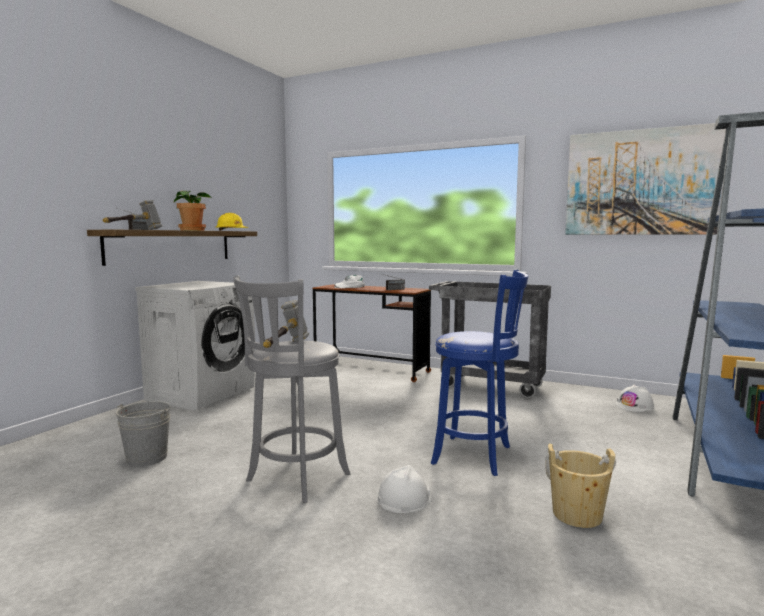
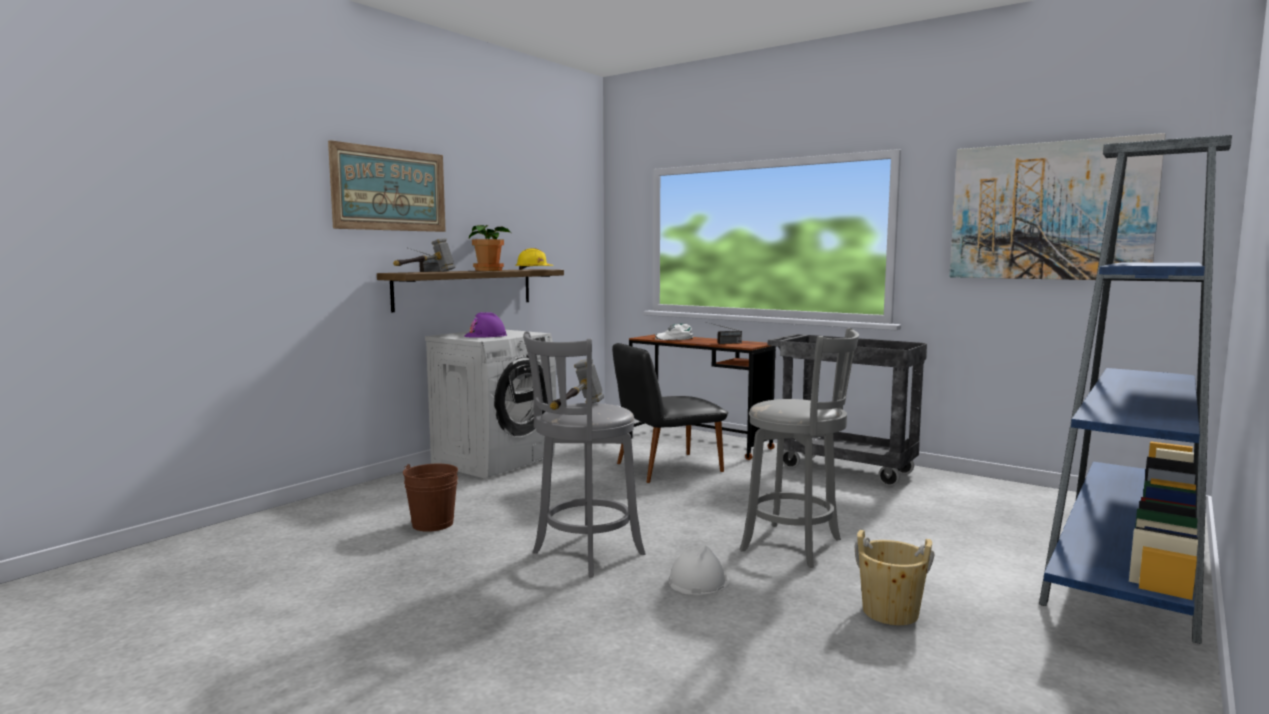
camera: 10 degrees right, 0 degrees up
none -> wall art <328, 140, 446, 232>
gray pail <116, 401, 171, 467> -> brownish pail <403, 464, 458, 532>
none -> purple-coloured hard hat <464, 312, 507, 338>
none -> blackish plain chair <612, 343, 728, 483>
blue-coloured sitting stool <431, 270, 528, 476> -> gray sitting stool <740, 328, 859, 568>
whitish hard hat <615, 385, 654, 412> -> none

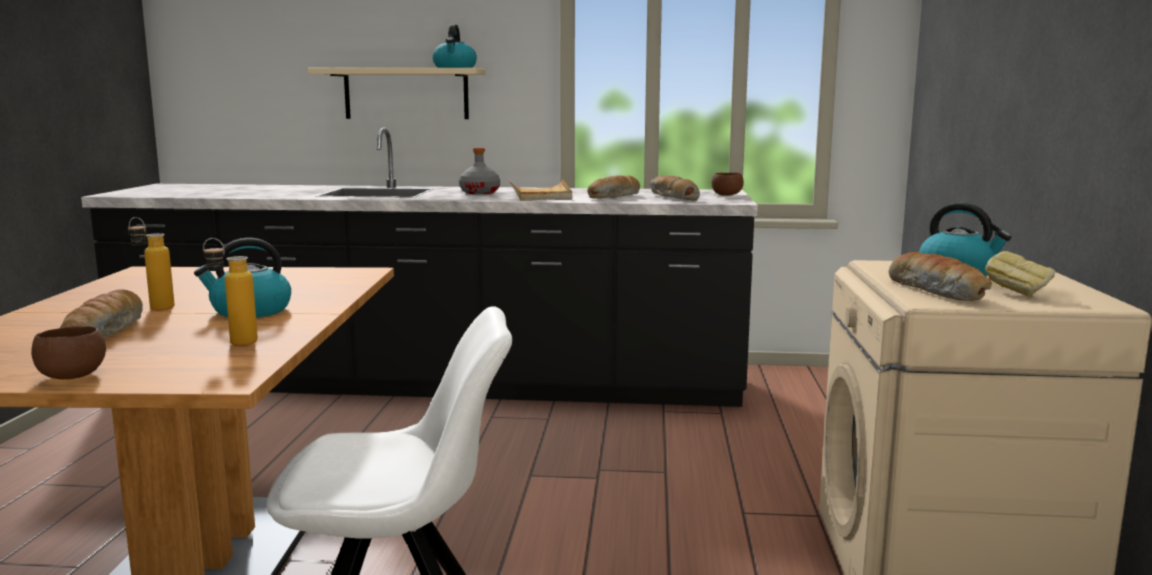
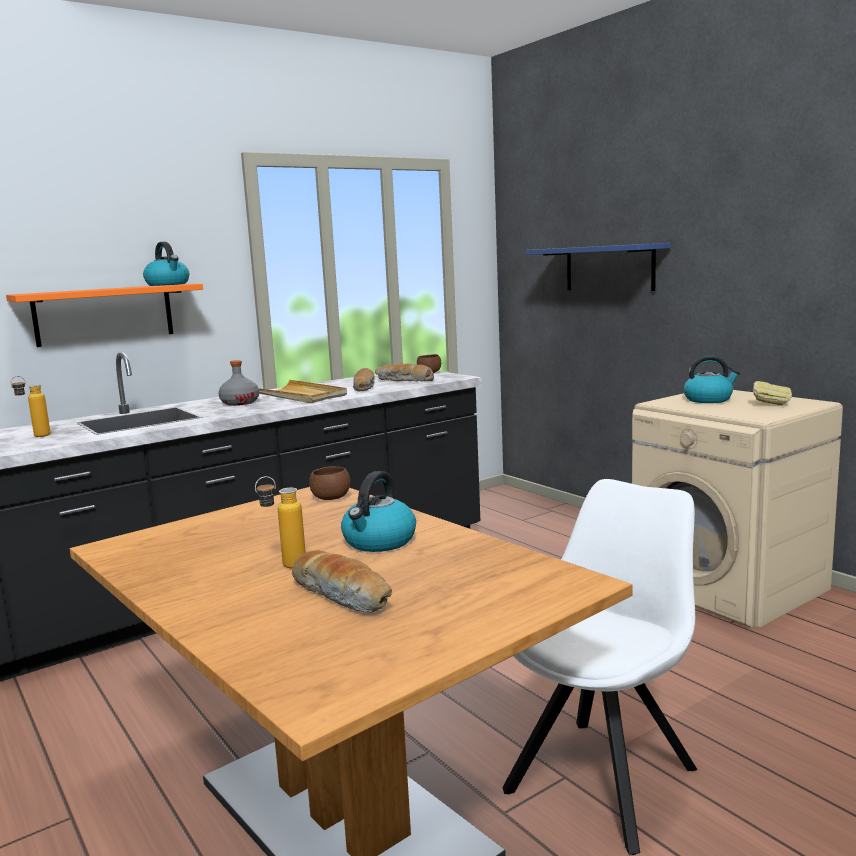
camera: 40 degrees left, 0 degrees up
beige-coloured wall shelf <308, 68, 486, 119> -> orange wall shelf <6, 284, 203, 347>
drink bottle <203, 238, 258, 346> -> drink bottle <10, 376, 51, 437>, relocated
brownish deep dish <31, 326, 106, 379> -> brownish deep dish <309, 466, 350, 500>, relocated
none -> blue-coloured wall shelf <526, 243, 670, 291>
bread <888, 252, 992, 301> -> none

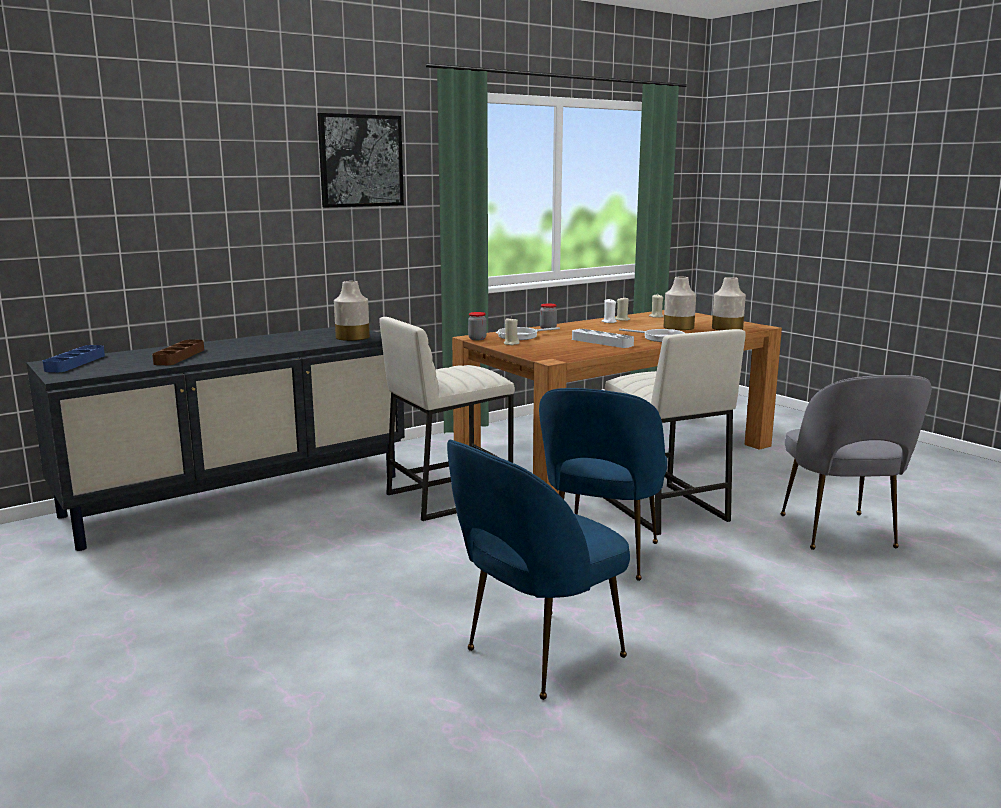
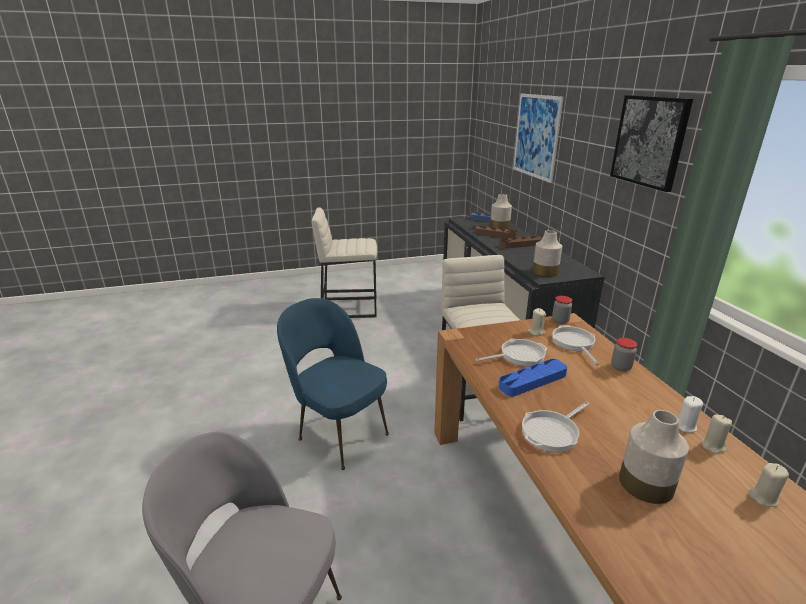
camera: 110 degrees right, 10 degrees up
beige-coloured sitting stool <604, 329, 746, 535> -> beige-coloured sitting stool <312, 207, 377, 318>, relocated
none -> skillet <475, 339, 547, 366>
beige-coloured vase <712, 277, 746, 330> -> beige-coloured vase <490, 194, 512, 229>, relocated
none -> brownish serving tray <499, 236, 542, 249>
gray serving tray <572, 329, 634, 348> -> blue-coloured serving tray <499, 359, 567, 397>
none -> wall art <513, 94, 564, 183>
blue-coloured plain chair <447, 440, 630, 700> -> none

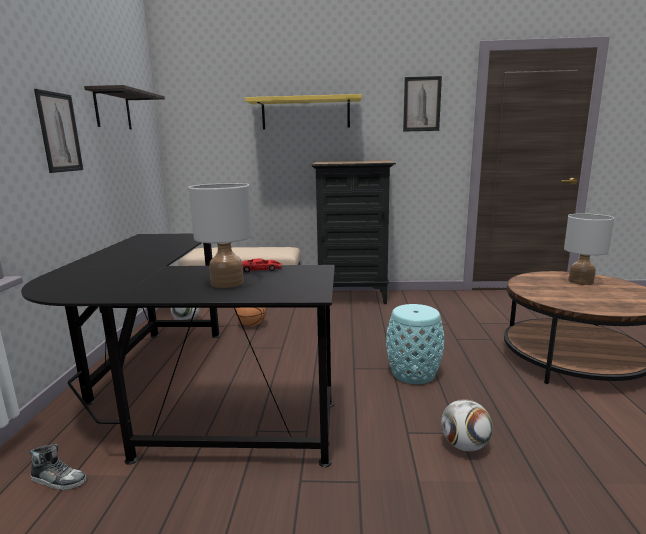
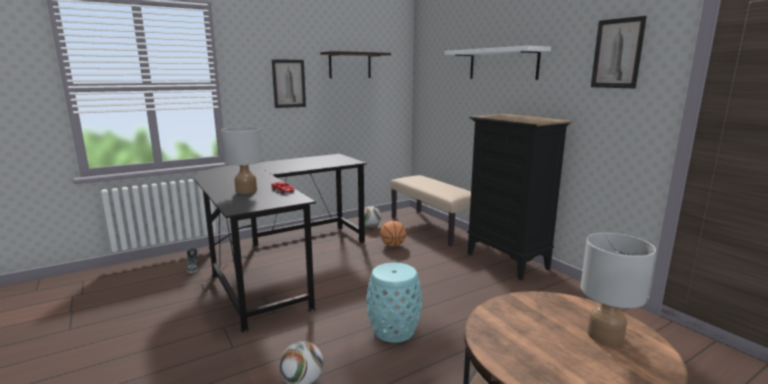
camera: 55 degrees right, 0 degrees up
yellow wall shelf <245, 94, 362, 129> -> whitish wall shelf <444, 46, 551, 80>

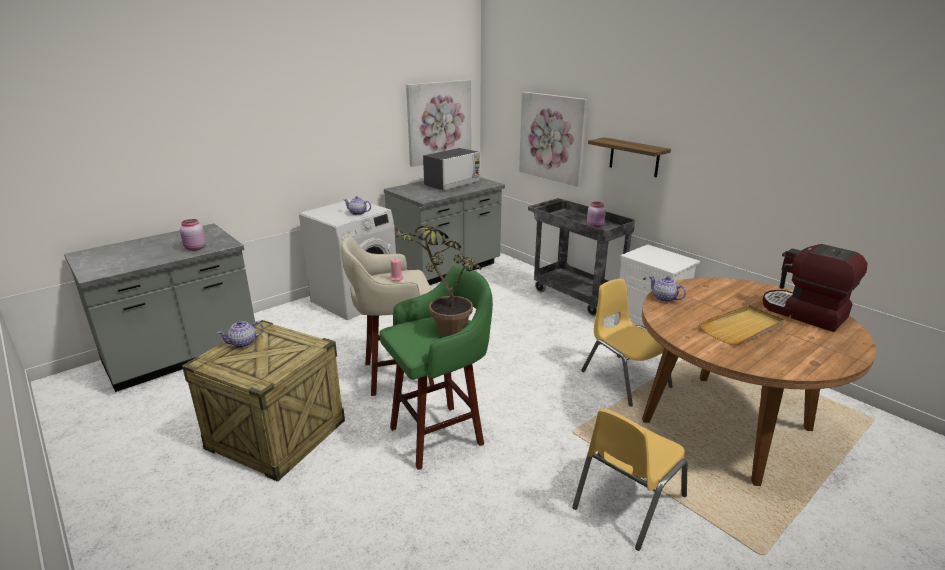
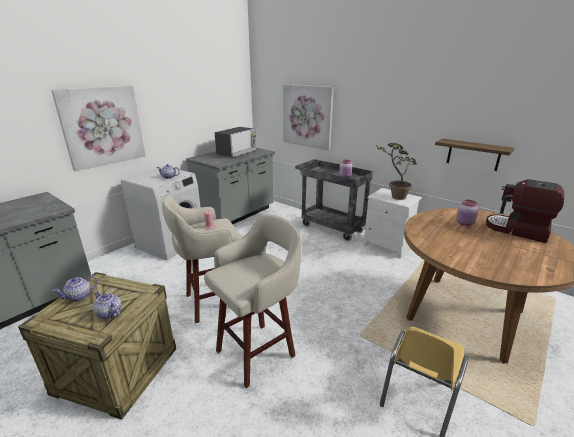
camera: 10 degrees left, 0 degrees up
wall art <406, 80, 471, 167> -> wall art <51, 86, 146, 171>, relocated
teapot <649, 276, 686, 302> -> teapot <93, 291, 121, 319>, relocated
greenish sitting stool <379, 266, 493, 470> -> beige-coloured sitting stool <204, 214, 302, 388>
potted plant <393, 223, 482, 336> -> potted plant <375, 143, 417, 200>, relocated
wall shelf <588, 137, 671, 177> -> wall shelf <435, 139, 514, 171>, relocated
pink preserve jar <180, 219, 206, 251> -> pink preserve jar <456, 200, 479, 226>, relocated
yellow plain chair <581, 279, 673, 407> -> none
beige-coloured serving tray <699, 305, 784, 345> -> none

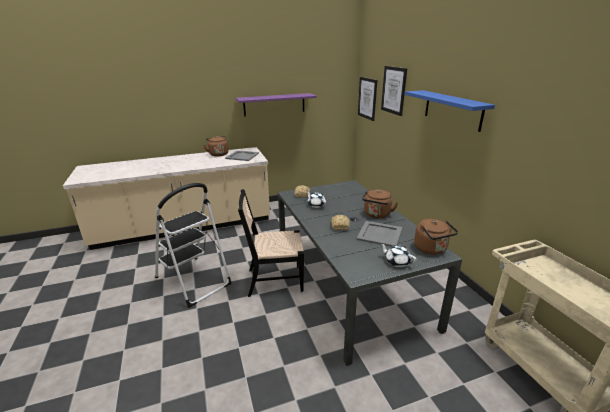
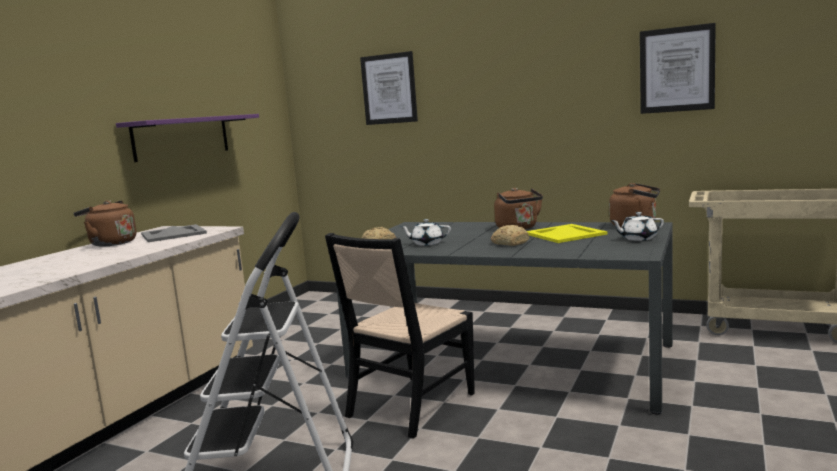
camera: 45 degrees left, 15 degrees down
gray serving tray <356, 221, 402, 247> -> yellow serving tray <527, 224, 607, 243>
wall art <358, 77, 377, 121> -> wall art <640, 23, 716, 114>, relocated
blue-coloured wall shelf <405, 90, 495, 132> -> none

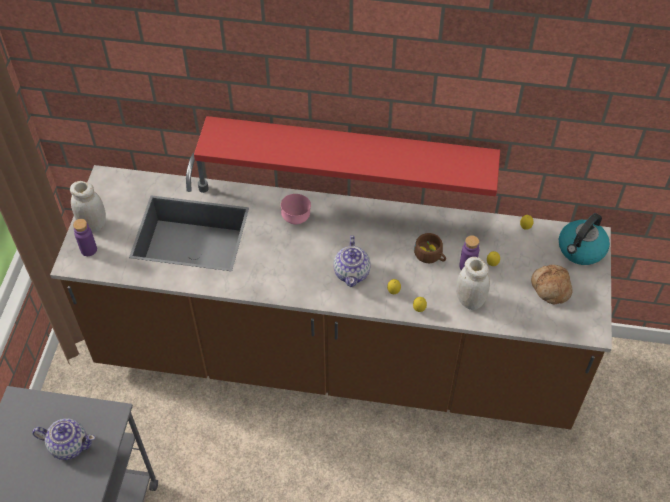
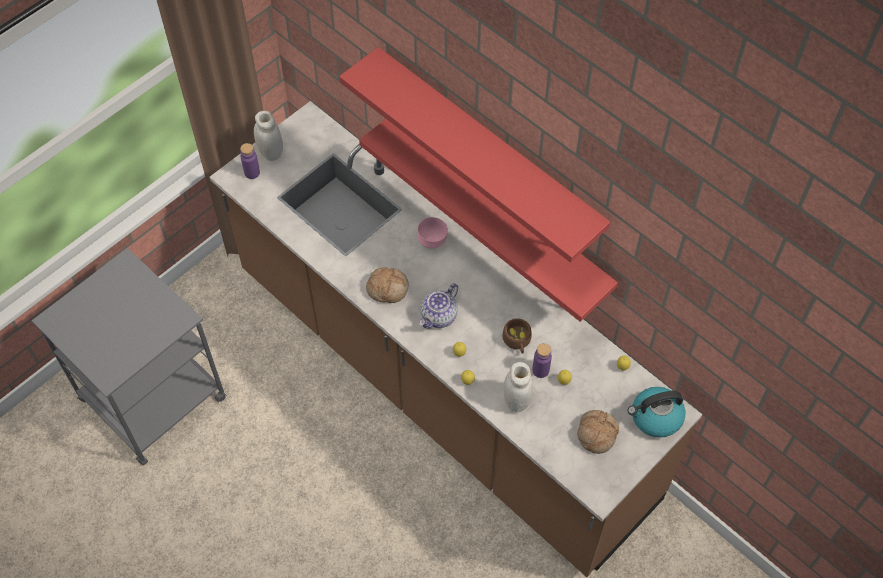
camera: 35 degrees right, 5 degrees up
none -> red wall shelf <339, 47, 610, 263>
none -> bread <366, 267, 408, 303>
teapot <32, 418, 95, 460> -> none

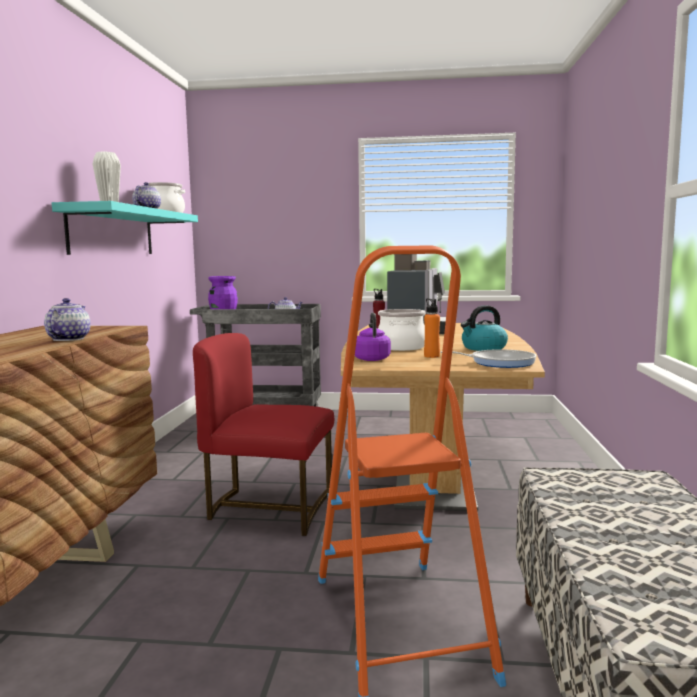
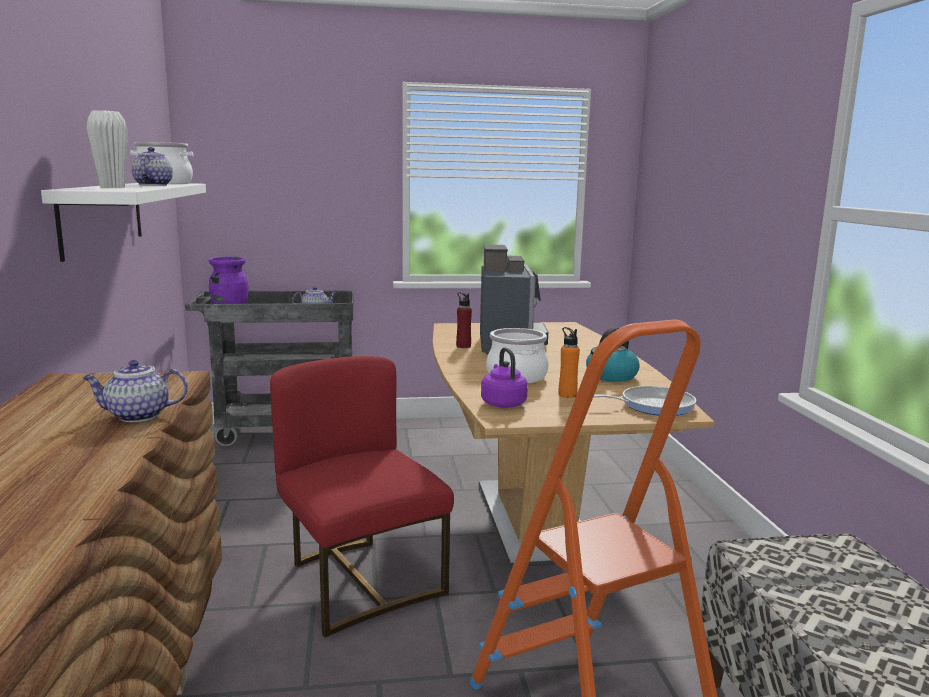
camera: 15 degrees left, 5 degrees up
blue-green wall shelf <52, 201, 198, 255> -> whitish wall shelf <41, 183, 206, 262>
teapot <44, 298, 91, 341> -> teapot <82, 360, 188, 422>, 90 degrees counterclockwise
red plain chair <193, 333, 334, 536> -> red plain chair <270, 356, 454, 638>, 60 degrees clockwise

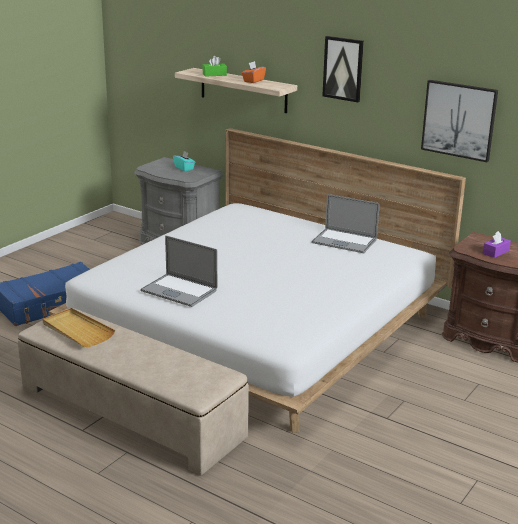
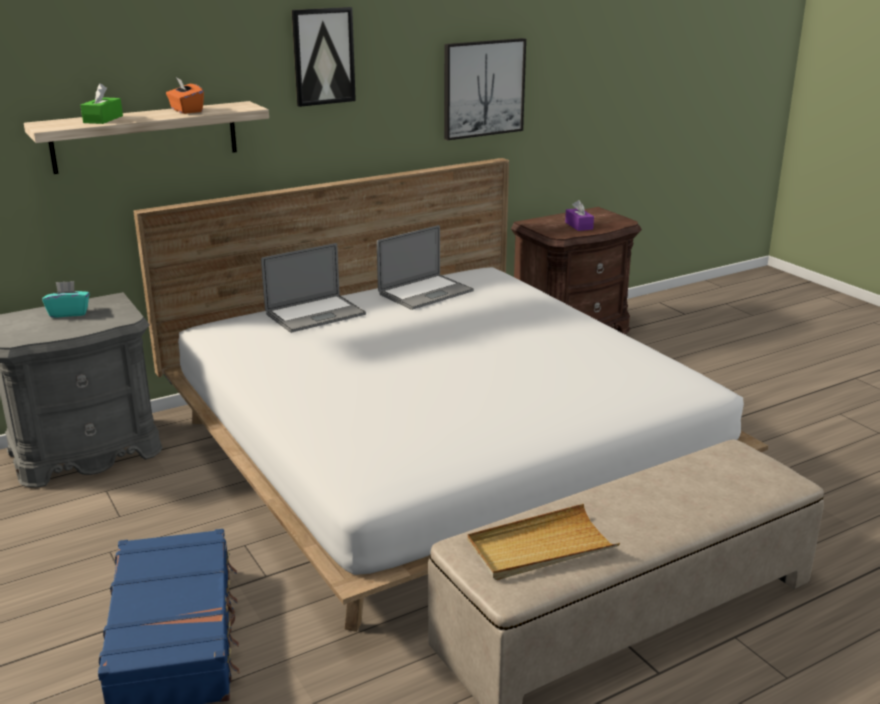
camera: 65 degrees left, 0 degrees up
portable computer <140, 236, 218, 307> -> portable computer <261, 243, 366, 333>, relocated

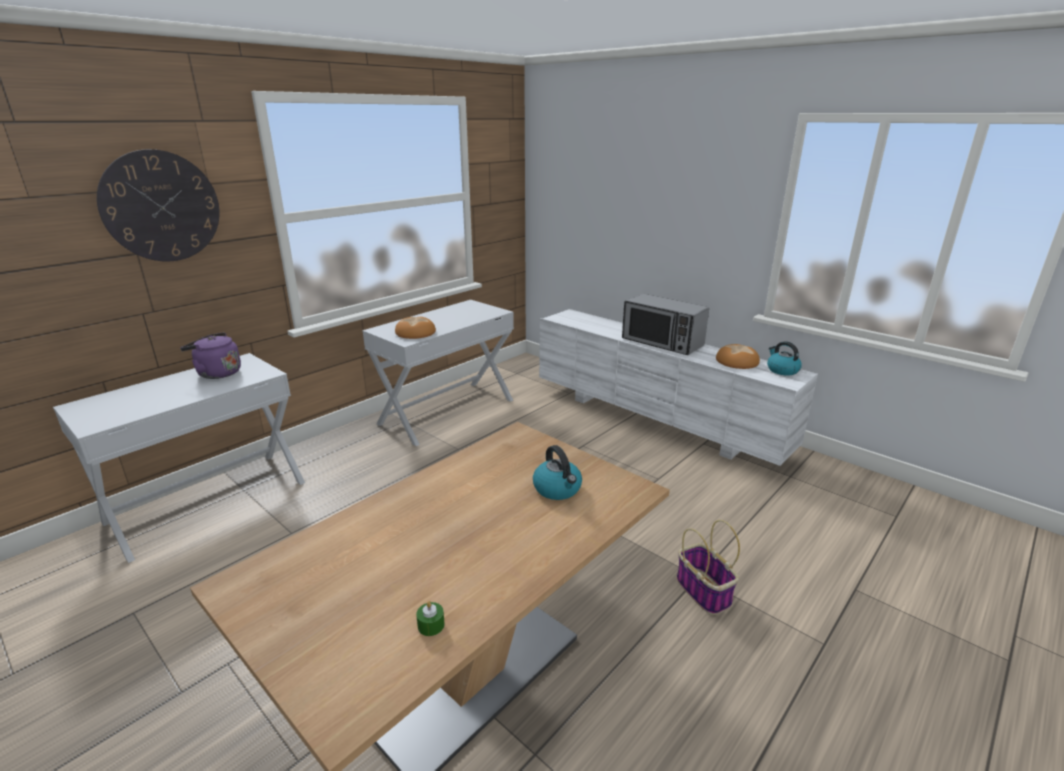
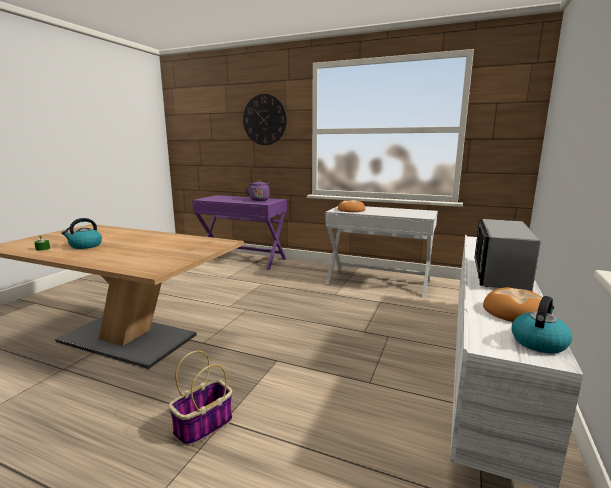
camera: 70 degrees right, 10 degrees down
kettle <533, 445, 582, 500> -> kettle <61, 218, 102, 249>, relocated
whitish narrow table <53, 353, 305, 563> -> purple-coloured narrow table <192, 195, 287, 270>

